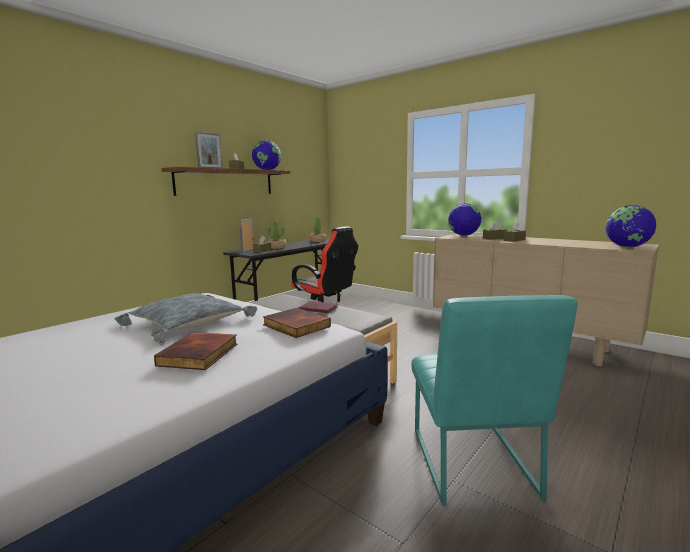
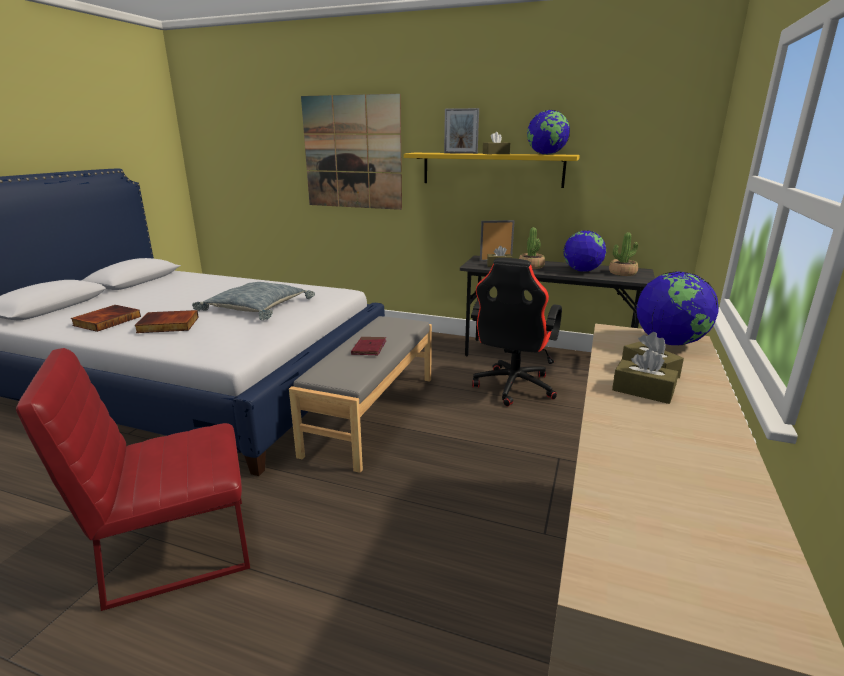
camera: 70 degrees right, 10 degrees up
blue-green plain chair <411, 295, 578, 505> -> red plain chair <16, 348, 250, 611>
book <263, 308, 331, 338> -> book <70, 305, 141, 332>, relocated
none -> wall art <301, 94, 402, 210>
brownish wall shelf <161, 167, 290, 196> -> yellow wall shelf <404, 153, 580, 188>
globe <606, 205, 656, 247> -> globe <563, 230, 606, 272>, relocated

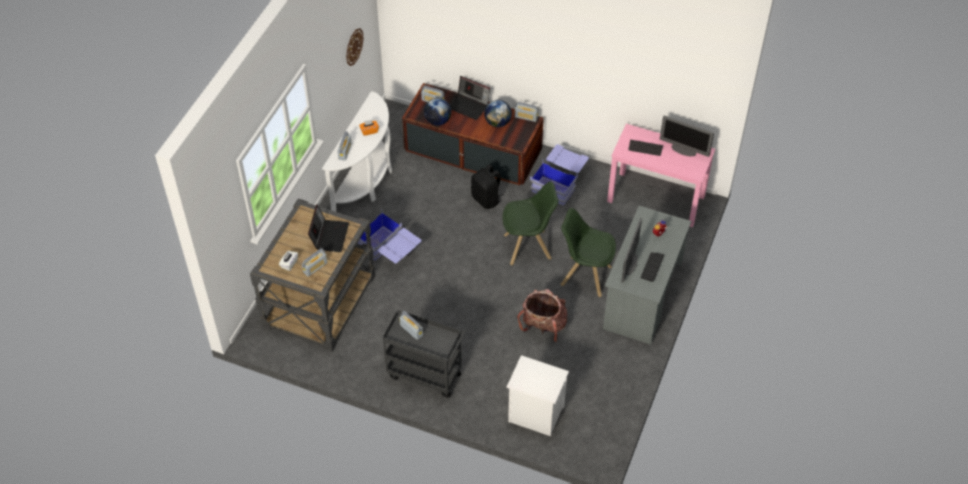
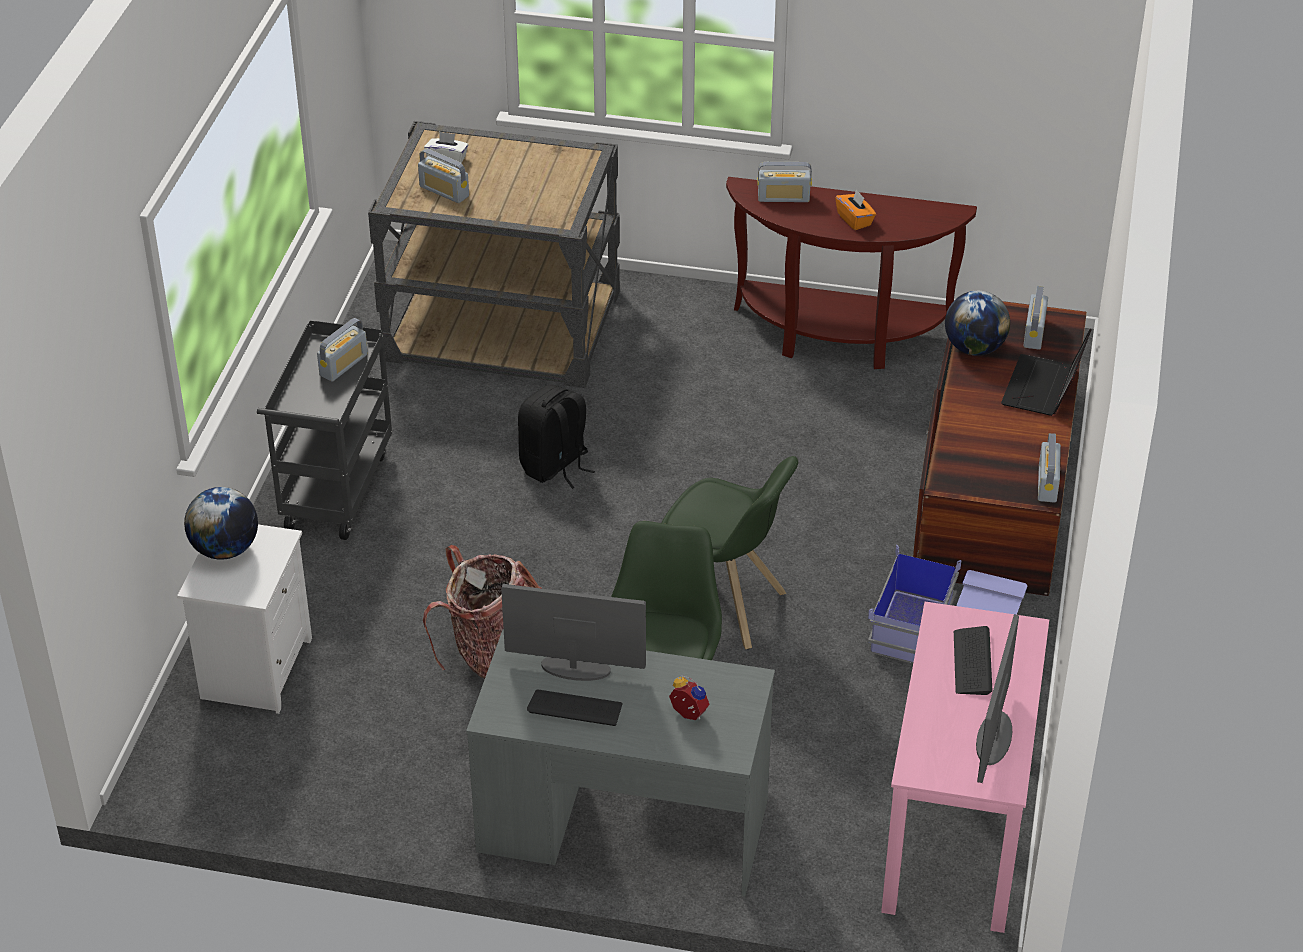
camera: 80 degrees right, 10 degrees down
globe <484, 100, 512, 127> -> globe <184, 487, 258, 560>, relocated
blackish rucksack <471, 164, 504, 209> -> blackish rucksack <518, 384, 595, 489>, relocated
greenish plain chair <503, 181, 559, 265> -> greenish plain chair <662, 456, 798, 649>, 45 degrees counterclockwise
whitish narrow table <322, 91, 392, 212> -> brownish narrow table <726, 177, 977, 369>
portable computer <308, 205, 349, 252> -> none
clock on the wall <346, 28, 364, 66> -> none
blue-coloured storage bin <357, 213, 422, 264> -> none

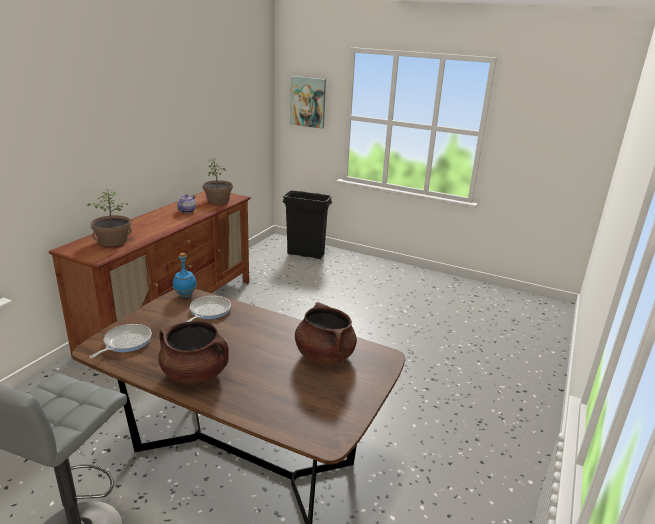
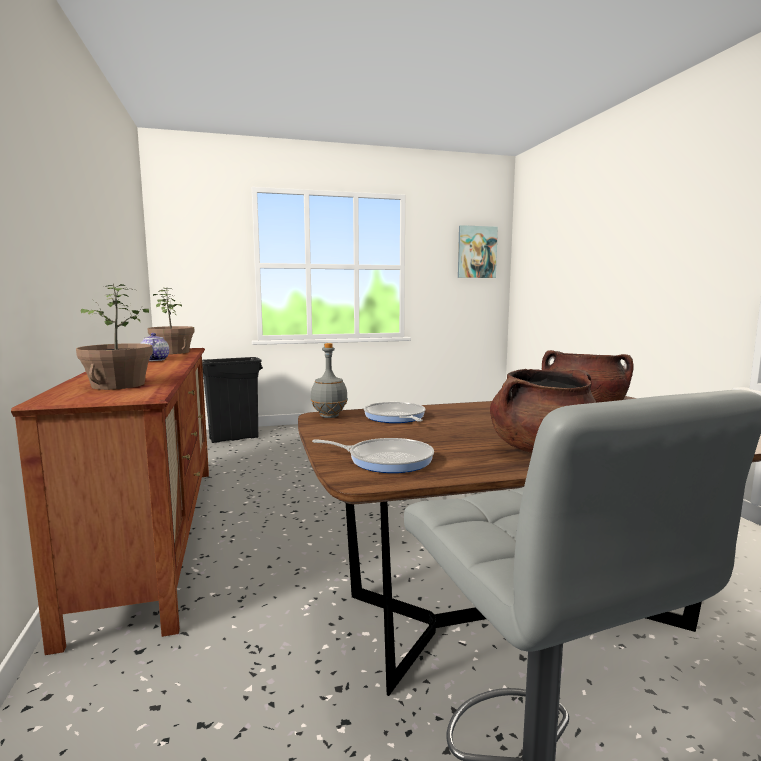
camera: 40 degrees left, 15 degrees down
blue-coloured drink bottle <173, 253, 197, 298> -> gray drink bottle <310, 343, 348, 418>
skillet <90, 324, 152, 358> -> skillet <312, 438, 434, 473>, 120 degrees clockwise
wall art <290, 76, 326, 129> -> wall art <458, 225, 498, 278>, relocated

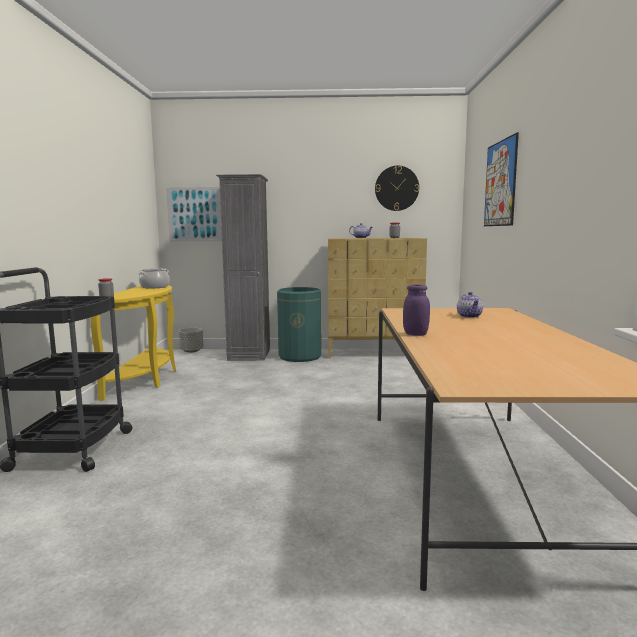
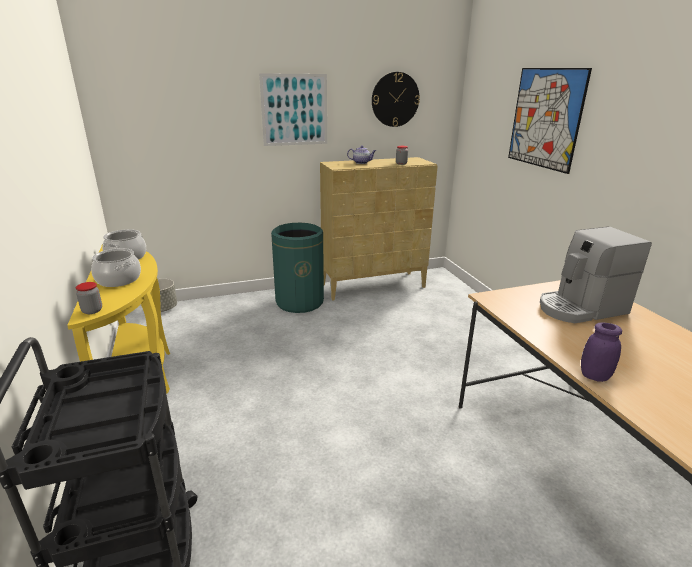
camera: 20 degrees left, 15 degrees up
none -> cooking pot <91, 248, 141, 287>
wall art <166, 187, 222, 242> -> wall art <259, 73, 327, 146>, relocated
teapot <457, 292, 483, 318> -> coffee machine <540, 226, 652, 323>
gray cabinet <216, 174, 270, 361> -> none

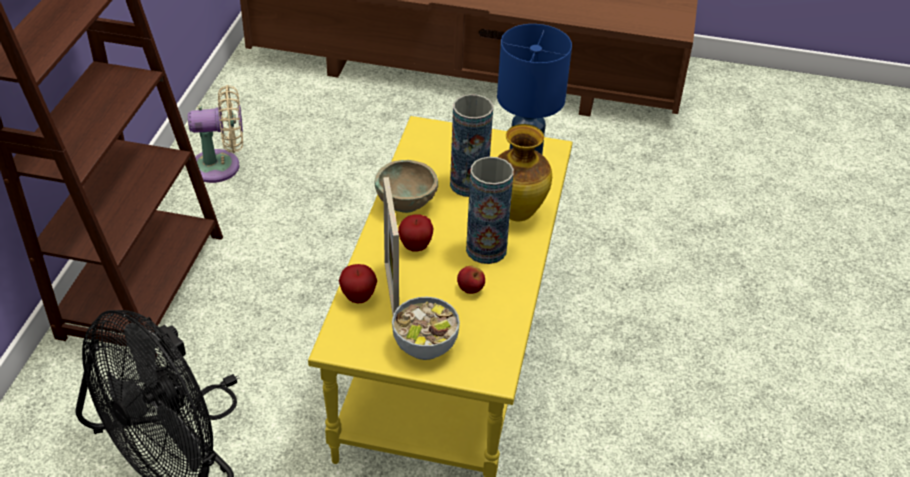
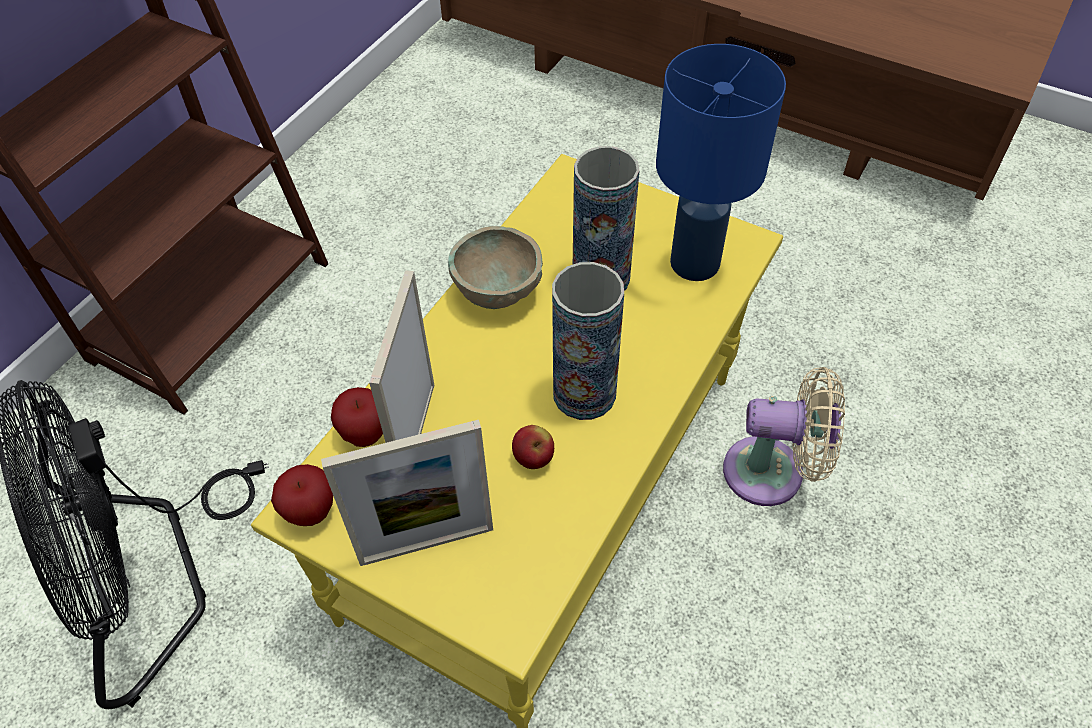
camera: 20 degrees right, 10 degrees up
apple <398, 214, 434, 251> -> apple <271, 464, 333, 526>, relocated
deep dish <392, 297, 460, 360> -> picture frame <321, 420, 493, 566>
beige-coloured fan <188, 85, 243, 183> -> beige-coloured fan <723, 367, 845, 506>, relocated
vase <498, 124, 552, 221> -> none

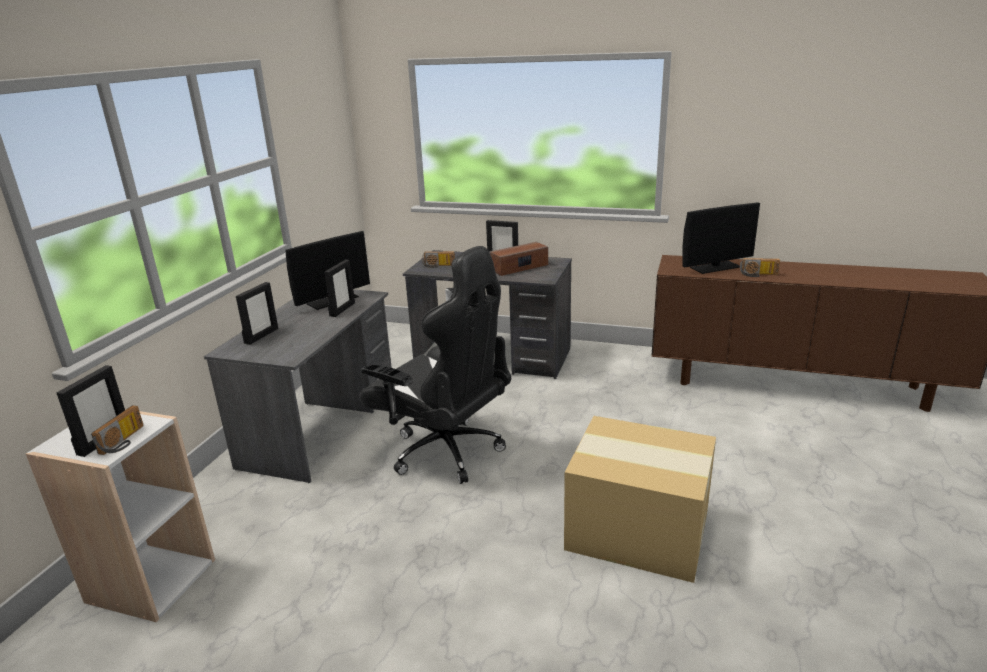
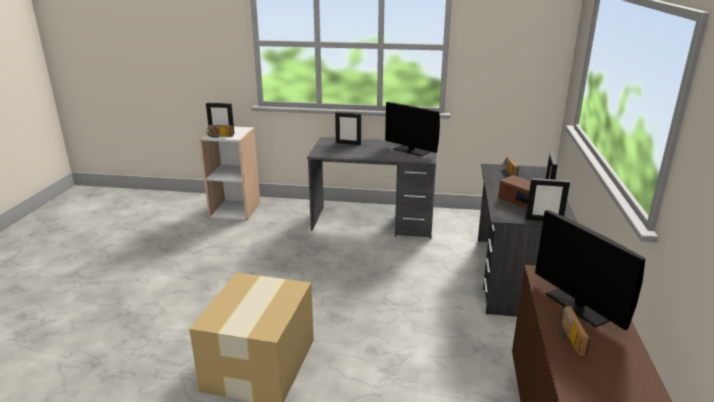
camera: 80 degrees right, 0 degrees up
picture frame <324, 260, 355, 317> -> picture frame <526, 178, 570, 221>, relocated
blackish desk chair <359, 246, 511, 484> -> none

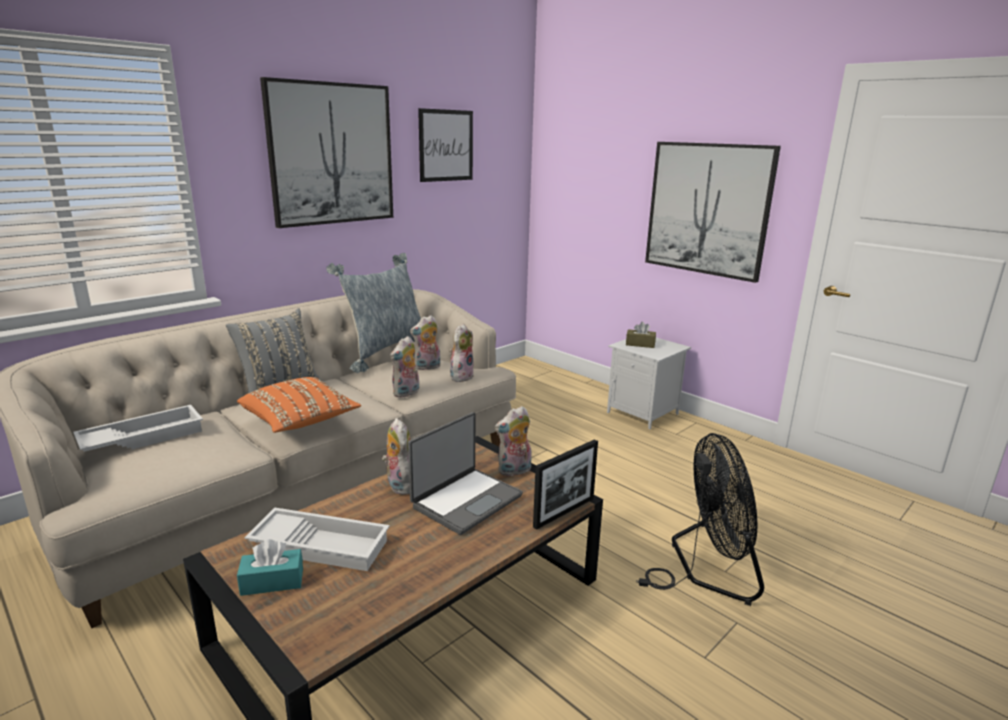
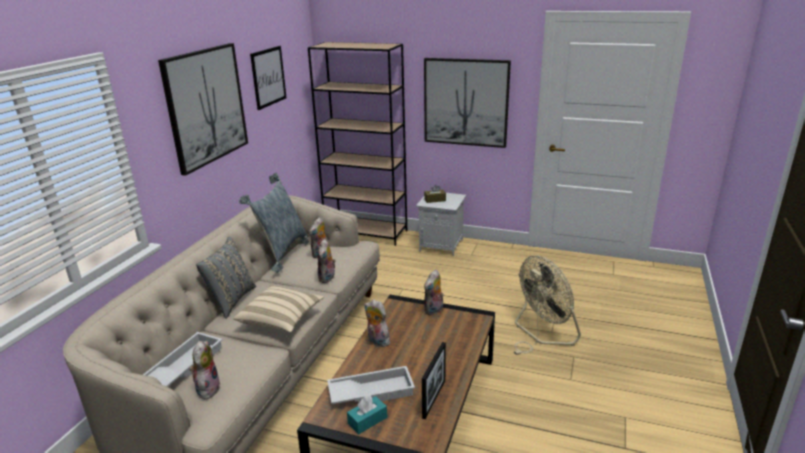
camera: 25 degrees left, 5 degrees up
soft toy <449, 324, 474, 382> -> soft toy <189, 341, 221, 399>, relocated
orange cushion <237, 377, 361, 433> -> beige-coloured cushion <233, 285, 324, 333>
none -> beige-coloured shelving unit <308, 42, 407, 246>
picture frame <533, 439, 598, 530> -> picture frame <422, 342, 446, 419>, relocated
blackish fan <636, 433, 764, 606> -> beige-coloured fan <514, 256, 581, 355>
portable computer <408, 412, 523, 535> -> none

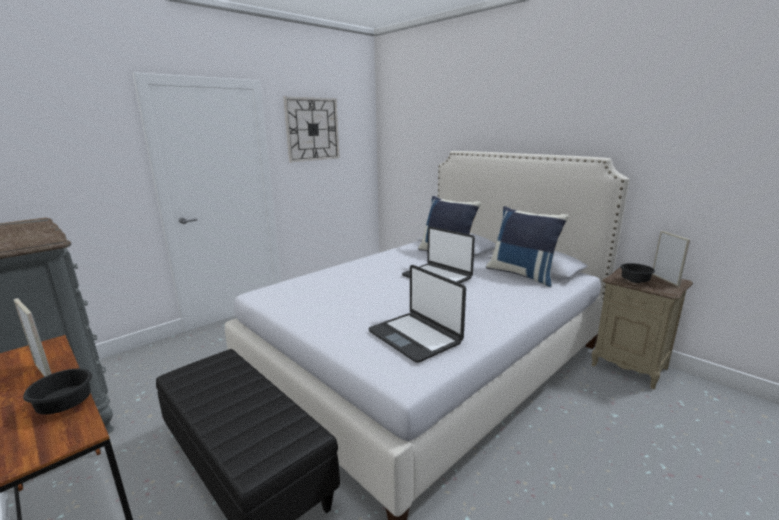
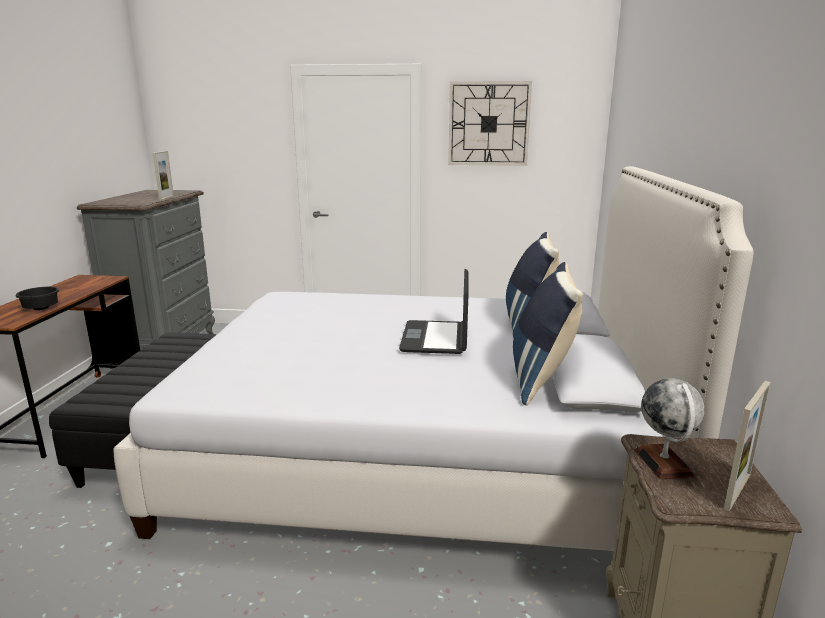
camera: 50 degrees right, 0 degrees up
picture frame <13, 298, 51, 377> -> picture frame <153, 151, 174, 201>, relocated
blackish deep dish <620, 263, 655, 283> -> globe <634, 378, 705, 479>
portable computer <368, 265, 466, 363> -> none

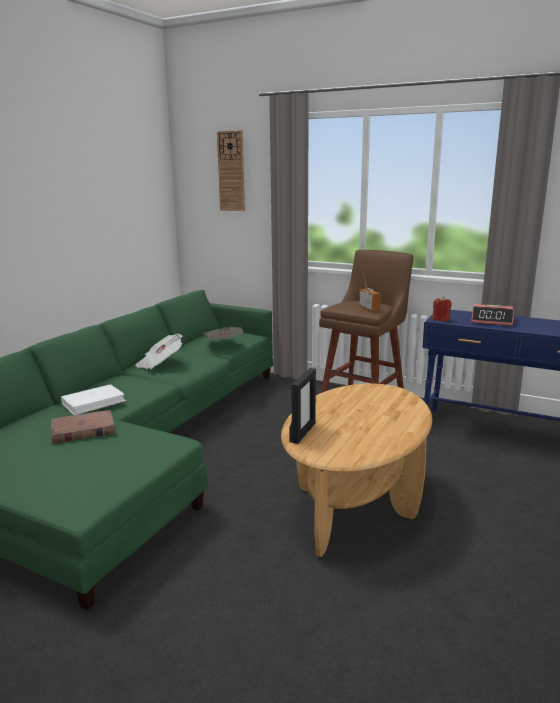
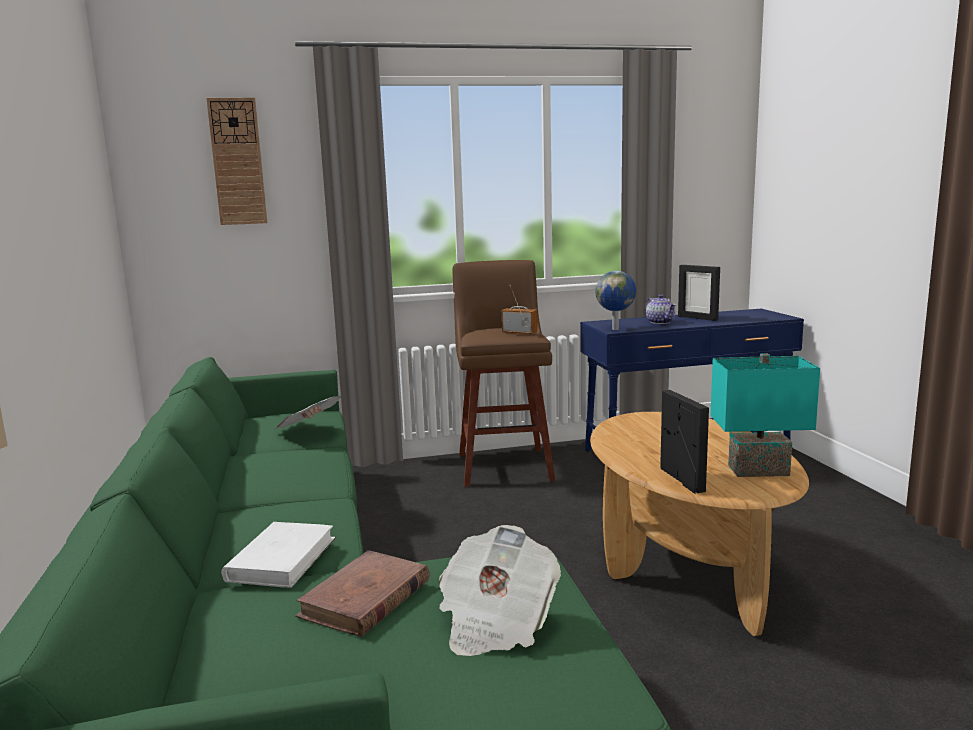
camera: 40 degrees left, 5 degrees down
newspaper <135, 334, 183, 369> -> newspaper <438, 525, 561, 656>, relocated
red wax light <432, 297, 452, 321> -> globe <595, 271, 636, 330>
bedside clock <471, 304, 514, 326> -> teapot <646, 294, 676, 324>
none -> picture frame <678, 265, 720, 321>
none -> blue-green lamp for a table <710, 353, 820, 477>

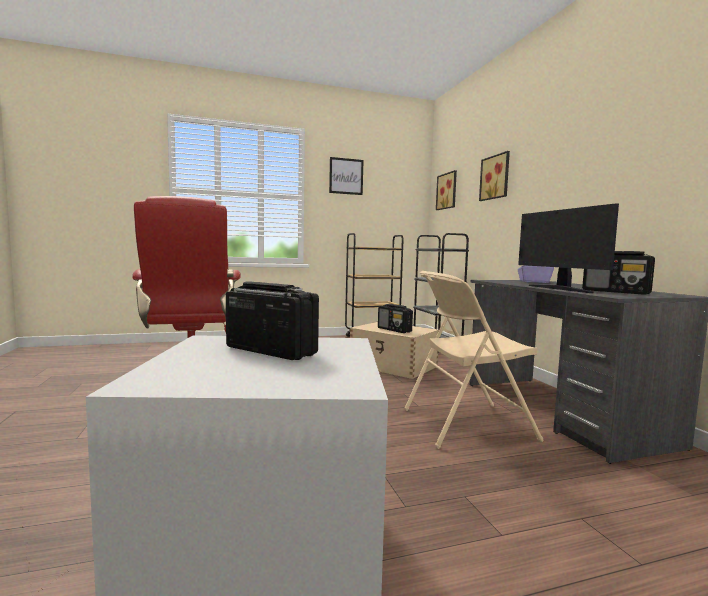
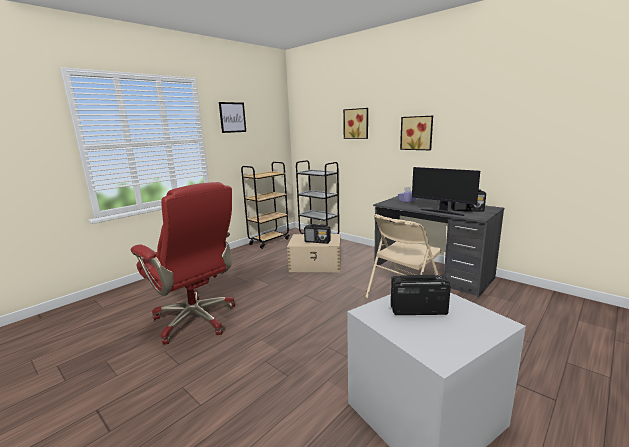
camera: 30 degrees left, 10 degrees up
wall art <436, 170, 457, 210> -> wall art <400, 116, 433, 150>, relocated

